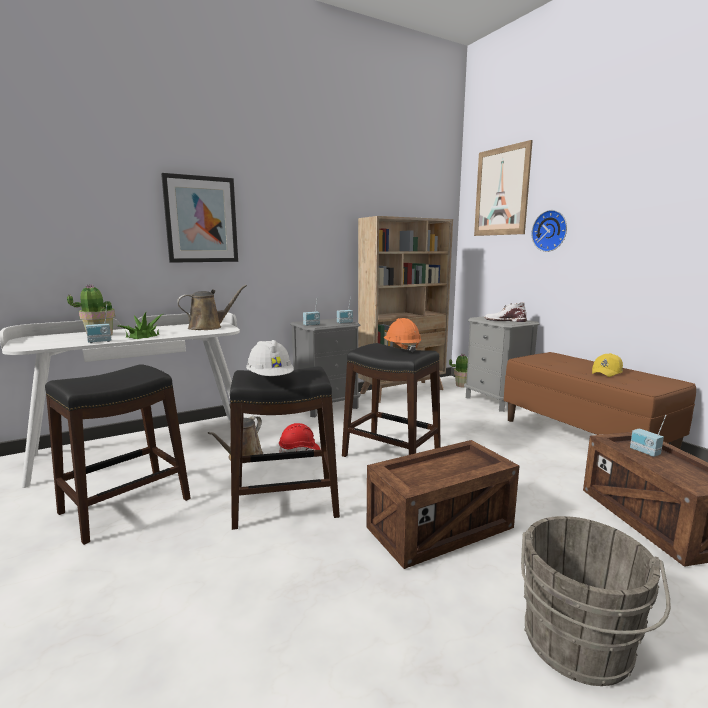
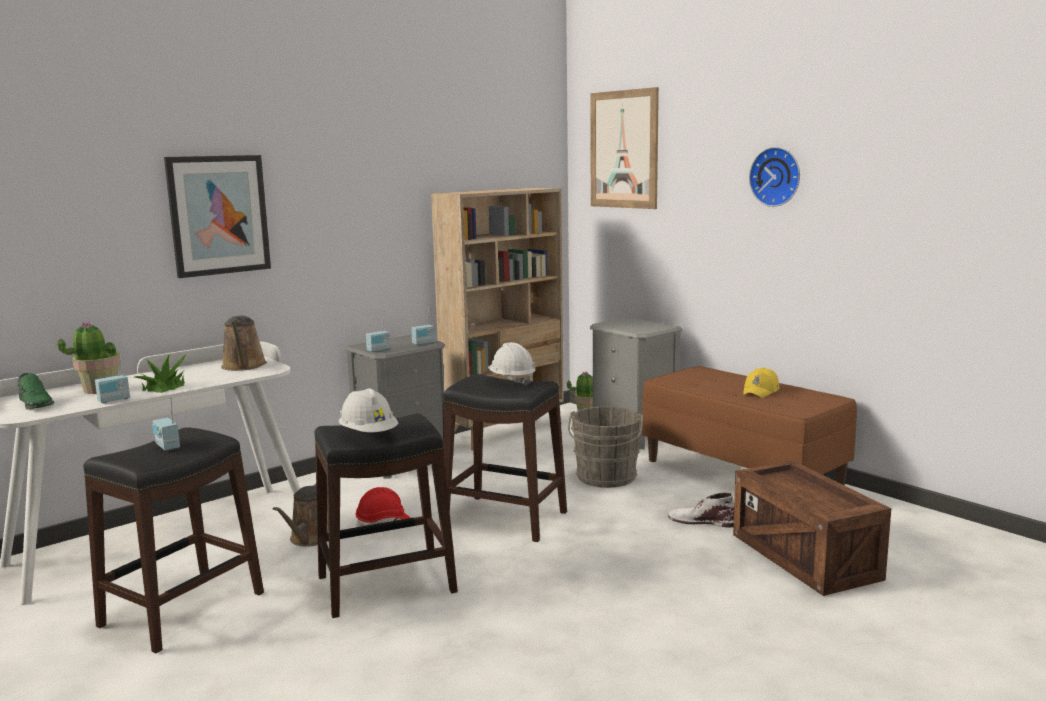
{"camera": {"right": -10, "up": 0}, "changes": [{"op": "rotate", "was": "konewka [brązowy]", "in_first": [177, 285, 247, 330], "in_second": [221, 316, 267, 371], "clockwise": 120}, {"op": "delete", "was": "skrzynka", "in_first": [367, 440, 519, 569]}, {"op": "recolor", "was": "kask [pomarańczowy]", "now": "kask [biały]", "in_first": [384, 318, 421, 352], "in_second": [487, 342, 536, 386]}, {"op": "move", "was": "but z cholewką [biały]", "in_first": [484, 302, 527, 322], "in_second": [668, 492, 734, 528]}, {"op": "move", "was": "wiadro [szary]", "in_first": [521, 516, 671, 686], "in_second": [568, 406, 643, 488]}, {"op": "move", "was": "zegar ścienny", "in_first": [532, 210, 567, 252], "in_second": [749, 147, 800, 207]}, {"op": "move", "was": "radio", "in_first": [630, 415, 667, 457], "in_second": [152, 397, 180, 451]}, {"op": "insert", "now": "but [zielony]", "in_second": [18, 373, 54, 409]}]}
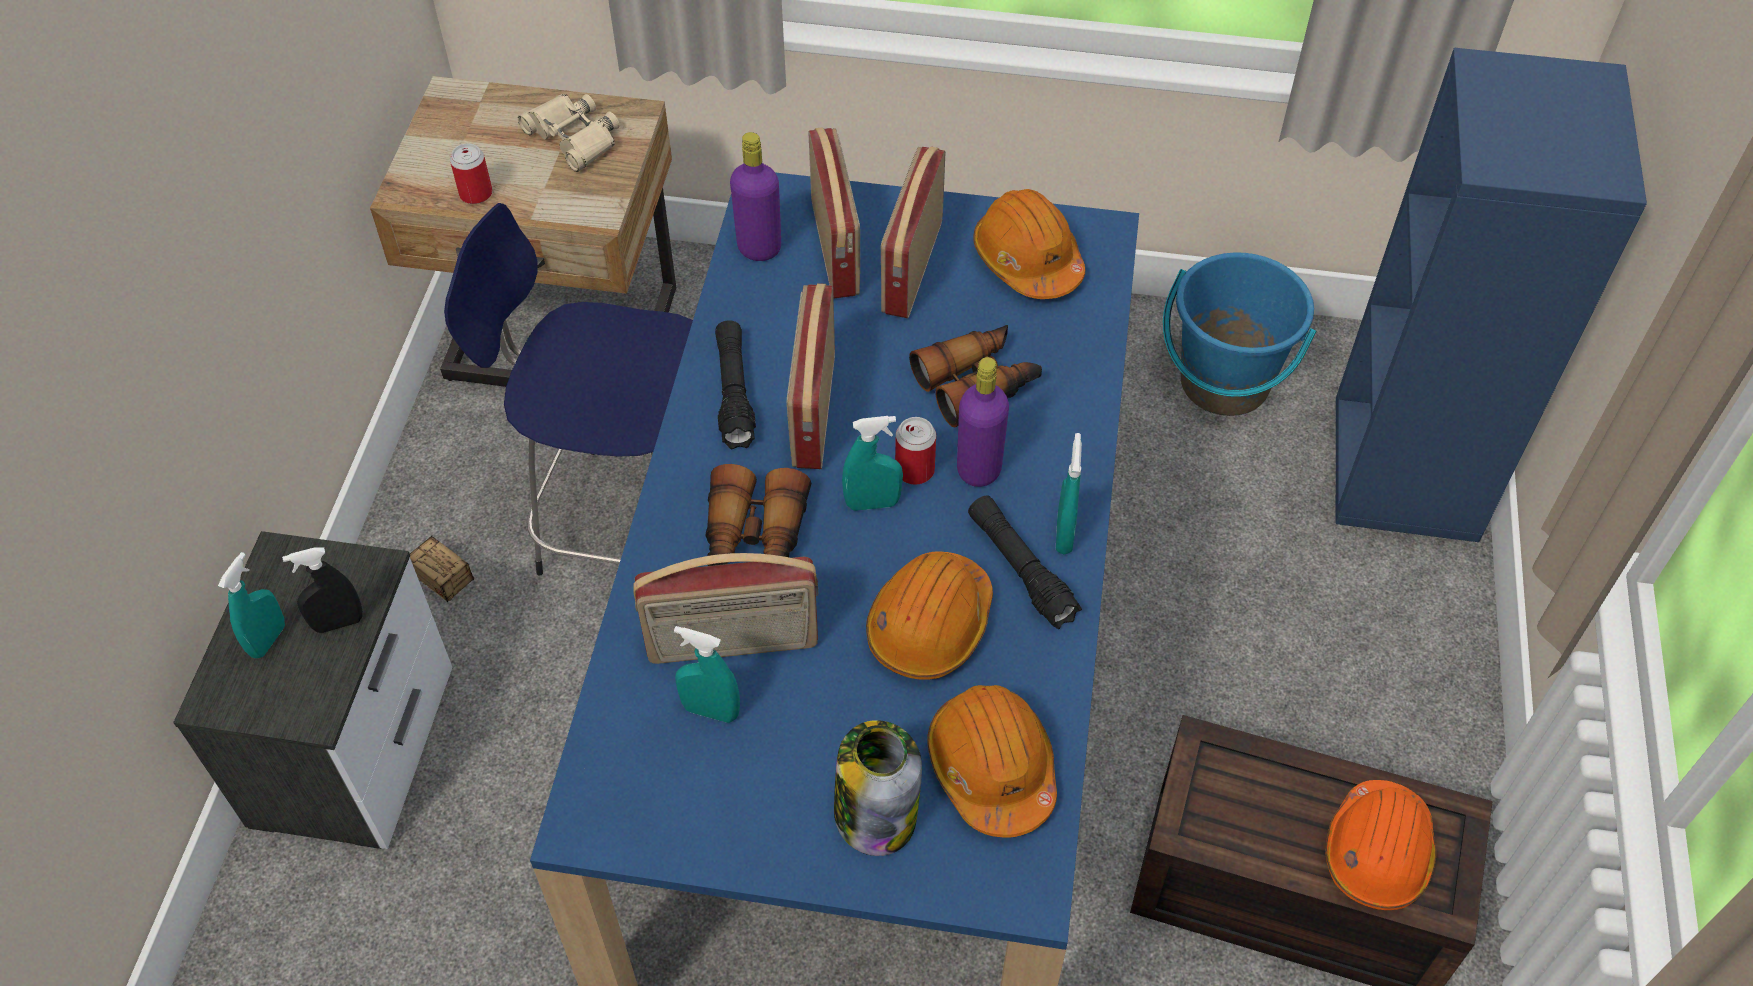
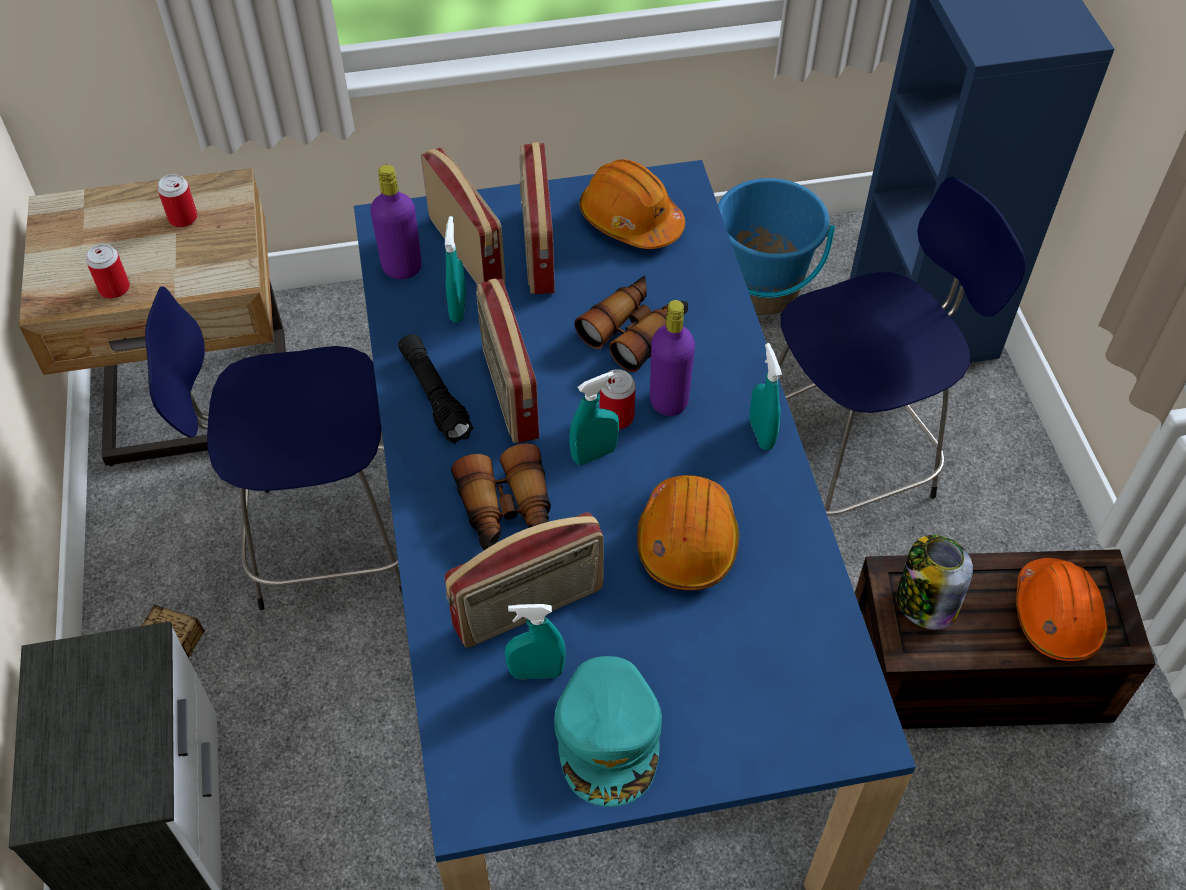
{"camera": {"right": -20, "up": 0}, "changes": [{"op": "move", "was": "spryskiwacz [turkusowy]", "in_first": [218, 552, 285, 658], "in_second": [445, 216, 466, 323]}, {"op": "delete", "was": "spryskiwacz [czarny]", "in_first": [282, 547, 363, 633]}, {"op": "replace", "was": "lornetka [beżowy]", "now": "puszka", "in_first": [518, 94, 620, 172], "in_second": [157, 174, 198, 227]}, {"op": "move", "was": "słoik", "in_first": [834, 720, 922, 856], "in_second": [896, 535, 973, 630]}, {"op": "delete", "was": "kask [pomarańczowy]", "in_first": [927, 685, 1057, 838]}, {"op": "delete", "was": "latarka [czarny]", "in_first": [968, 495, 1082, 629]}, {"op": "insert", "now": "czapka z daszkiem [turkusowy]", "in_second": [554, 656, 662, 807]}, {"op": "insert", "now": "stołek [niebieski]", "in_second": [778, 177, 1026, 516]}]}
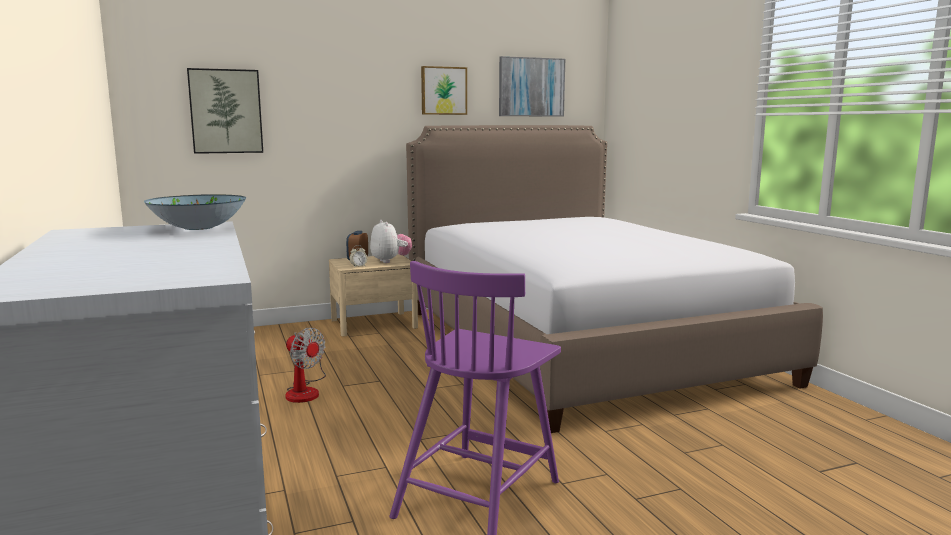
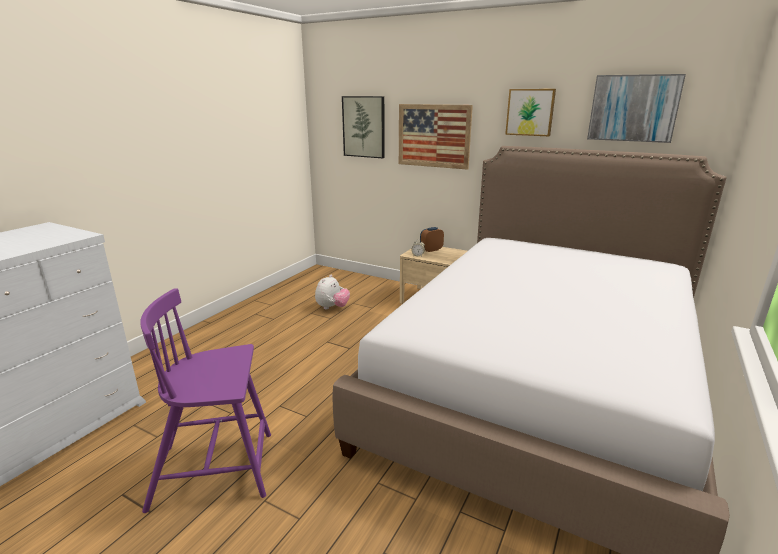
{"camera": {"right": 50, "up": 10}, "changes": [{"op": "delete", "was": "miska", "in_first": [144, 194, 246, 230]}, {"op": "delete", "was": "wentylator", "in_first": [285, 328, 326, 403]}, {"op": "move", "was": "pluszak", "in_first": [370, 220, 412, 263], "in_second": [315, 275, 350, 310]}, {"op": "insert", "now": "obraz", "in_second": [399, 104, 473, 170]}]}
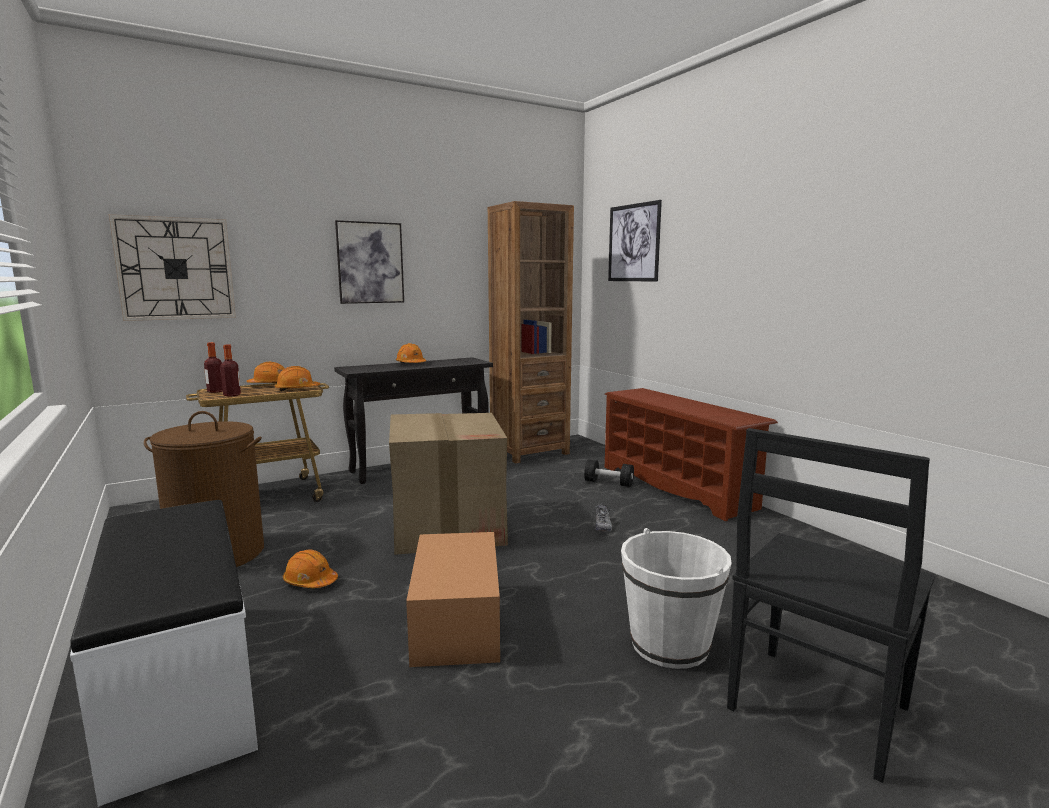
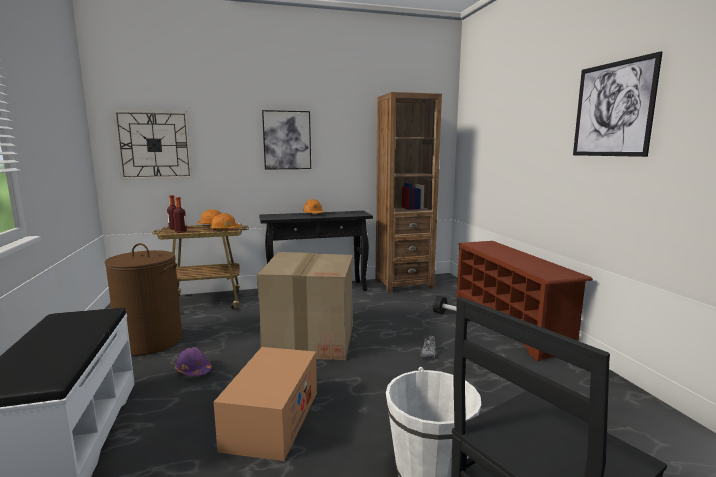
{"camera": {"right": 15, "up": 0}, "changes": [{"op": "recolor", "was": "kask [pomarańczowy]", "now": "kask [fioletowy]", "in_first": [283, 549, 338, 588], "in_second": [175, 347, 212, 377]}, {"op": "move", "was": "obraz", "in_first": [608, 200, 662, 282], "in_second": [573, 51, 662, 157]}]}
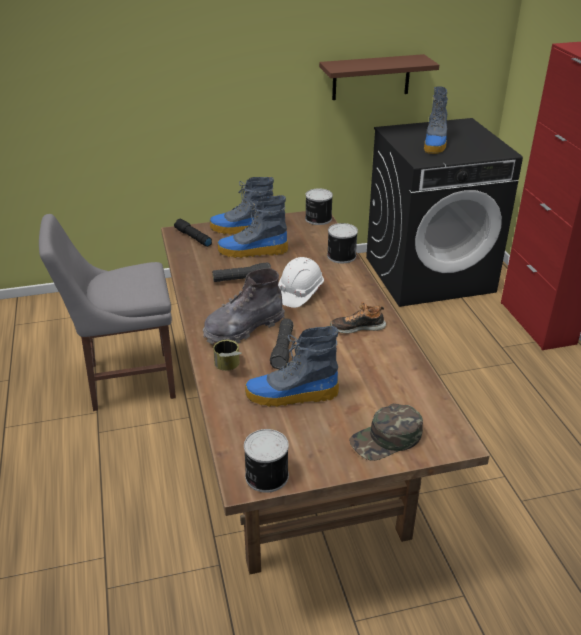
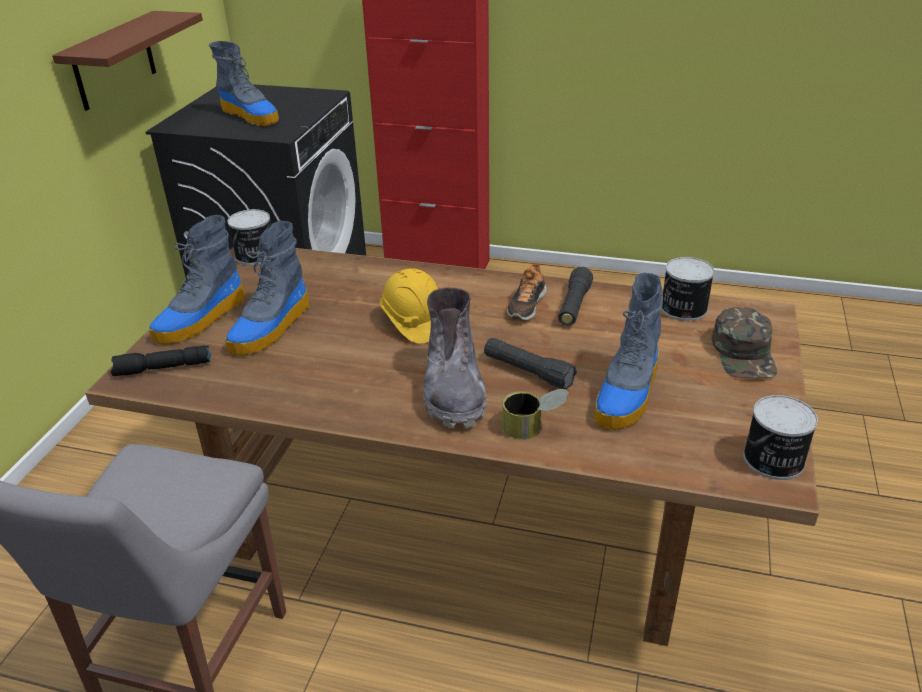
{"camera": {"right": -60, "up": 0}, "changes": [{"op": "move", "was": "latarka [czarny]", "in_first": [213, 263, 271, 282], "in_second": [558, 267, 593, 326]}, {"op": "recolor", "was": "kask [biały]", "now": "kask [żółty]", "in_first": [278, 257, 324, 308], "in_second": [380, 268, 438, 344]}, {"op": "move", "was": "puszka", "in_first": [327, 223, 358, 263], "in_second": [661, 257, 715, 321]}]}
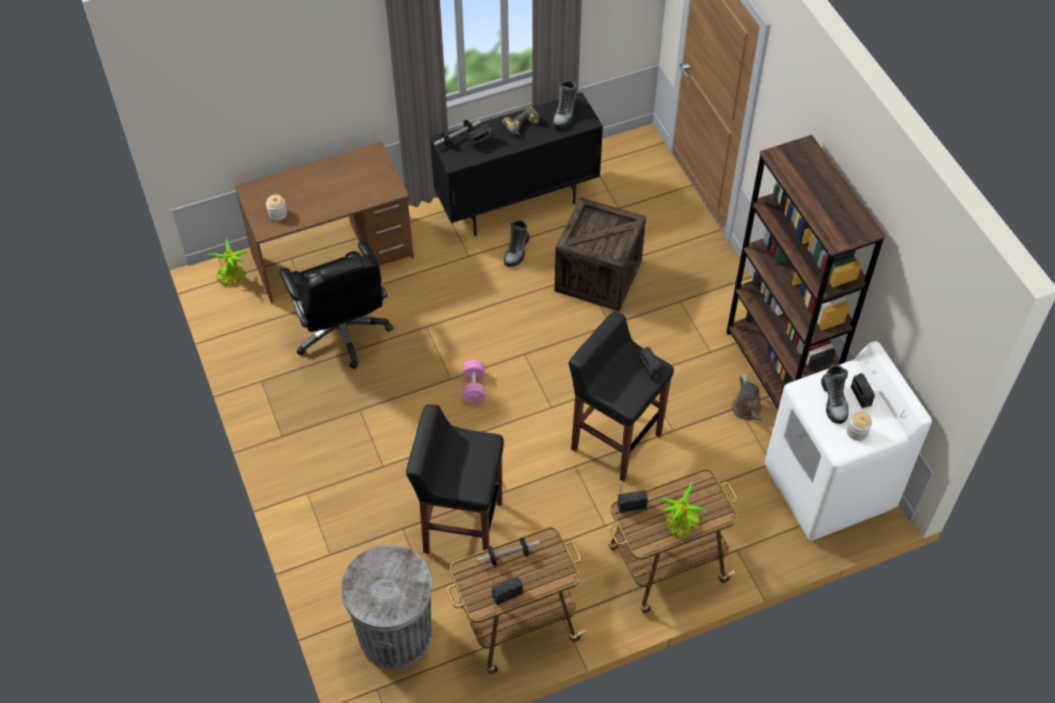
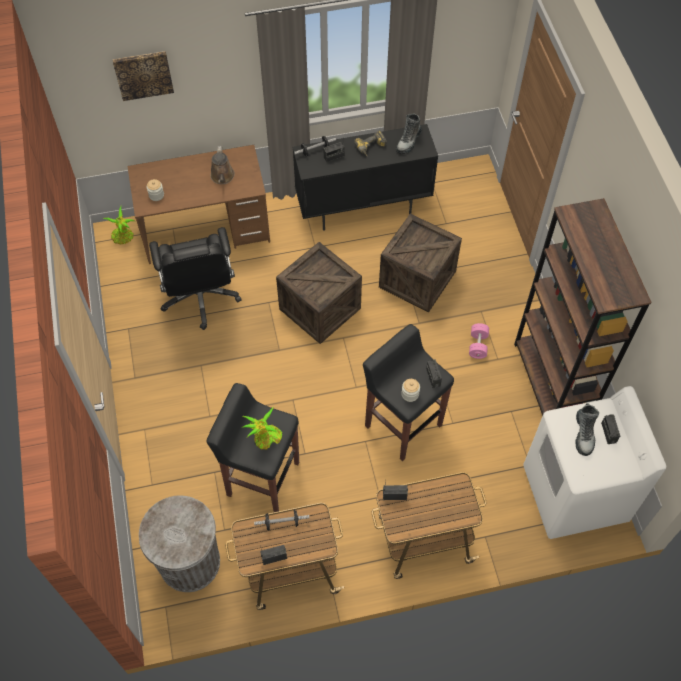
{"camera": {"right": 10, "up": 5}, "changes": [{"op": "move", "was": "hantel [różowy]", "in_first": [463, 360, 485, 403], "in_second": [469, 323, 489, 359]}, {"op": "delete", "was": "but z cholewką", "in_first": [504, 220, 530, 267]}, {"op": "move", "was": "roślina doniczkowa", "in_first": [659, 482, 706, 537], "in_second": [241, 407, 282, 450]}, {"op": "move", "was": "konewka [brązowy]", "in_first": [732, 375, 766, 423], "in_second": [210, 146, 235, 184]}, {"op": "move", "was": "słoik", "in_first": [847, 411, 872, 441], "in_second": [401, 379, 420, 402]}, {"op": "insert", "now": "obraz", "in_second": [112, 51, 174, 101]}, {"op": "insert", "now": "skrzynka", "in_second": [276, 242, 362, 344]}]}
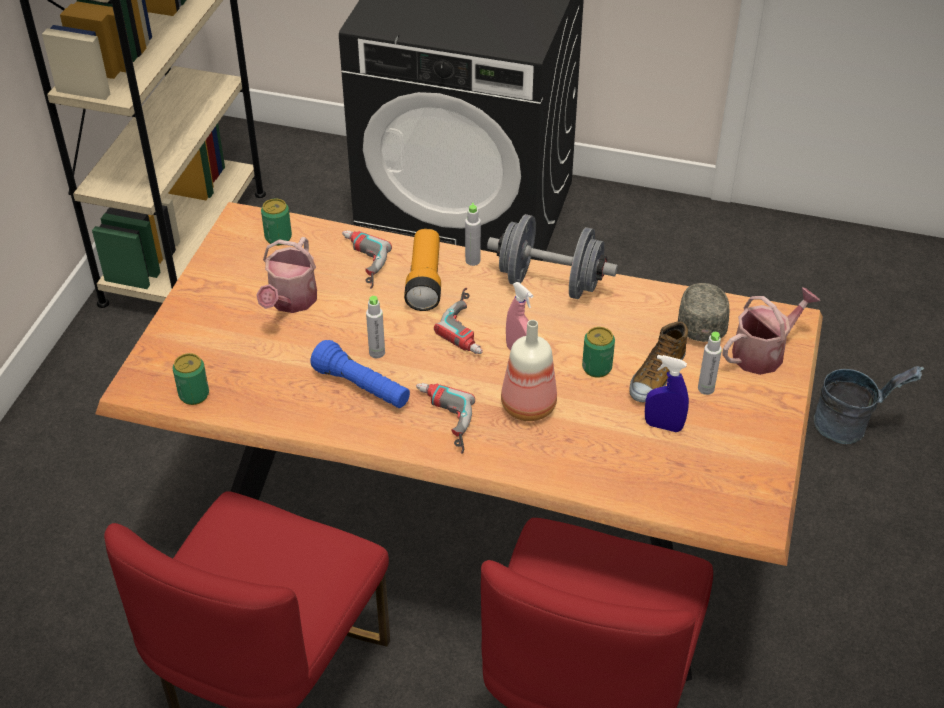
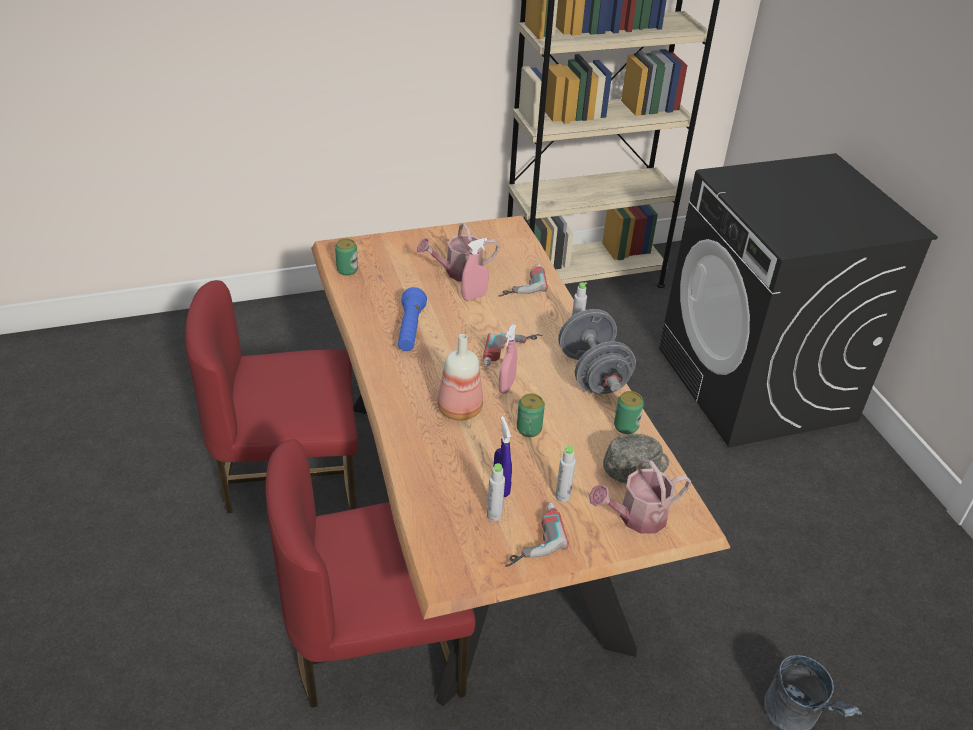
{"camera": {"right": 55, "up": -5}, "changes": [{"op": "move", "was": "puszka", "in_first": [261, 199, 292, 246], "in_second": [614, 391, 644, 434]}, {"op": "move", "was": "butelka [szary]", "in_first": [366, 296, 385, 358], "in_second": [487, 463, 505, 521]}, {"op": "delete", "was": "latarka", "in_first": [404, 229, 441, 311]}, {"op": "move", "was": "wiertarka", "in_first": [416, 383, 475, 454], "in_second": [505, 502, 569, 567]}, {"op": "delete", "was": "but", "in_first": [629, 321, 688, 402]}, {"op": "rotate", "was": "konewka", "in_first": [722, 288, 820, 375], "in_second": [589, 459, 691, 534], "clockwise": 135}, {"op": "insert", "now": "spryskiwacz [różowy]", "in_second": [461, 238, 489, 301]}]}
